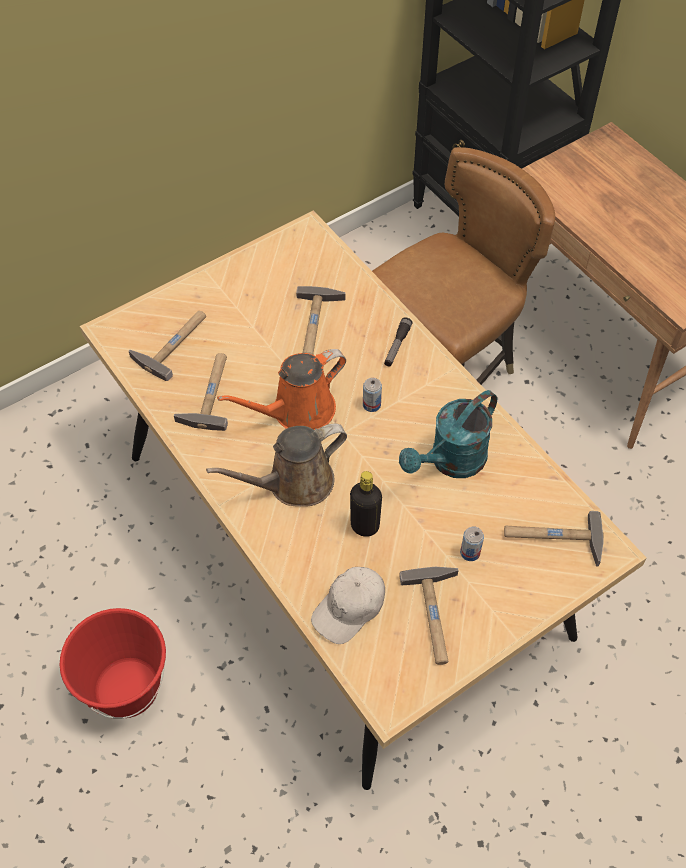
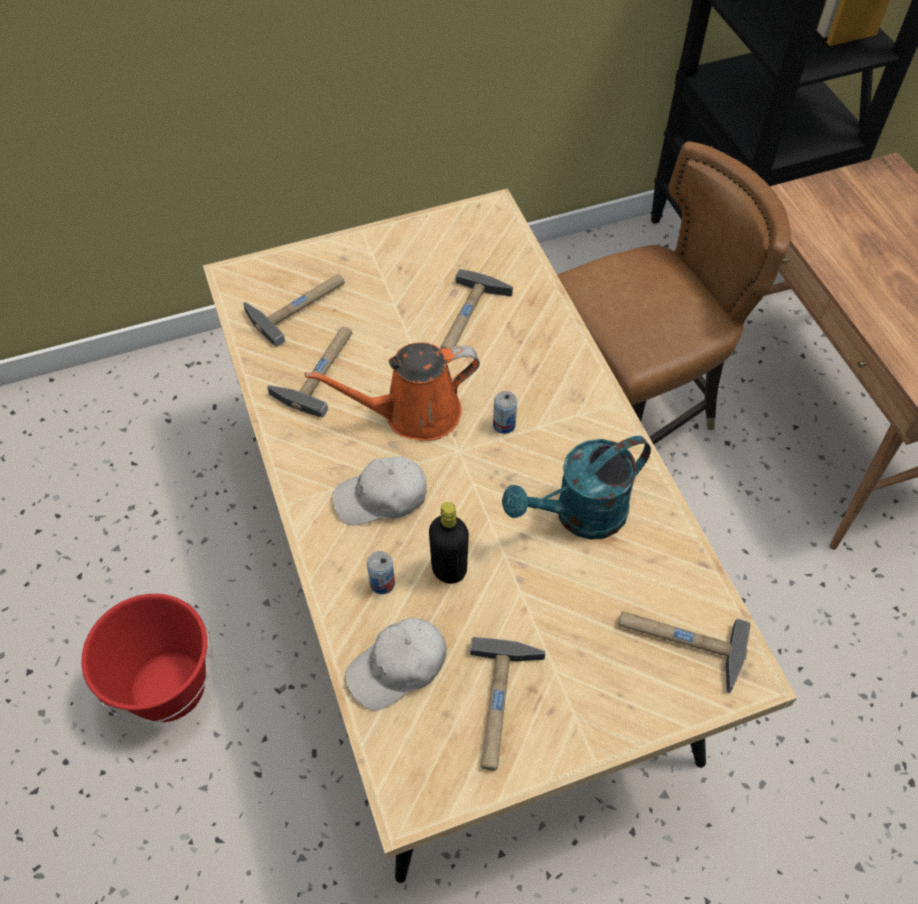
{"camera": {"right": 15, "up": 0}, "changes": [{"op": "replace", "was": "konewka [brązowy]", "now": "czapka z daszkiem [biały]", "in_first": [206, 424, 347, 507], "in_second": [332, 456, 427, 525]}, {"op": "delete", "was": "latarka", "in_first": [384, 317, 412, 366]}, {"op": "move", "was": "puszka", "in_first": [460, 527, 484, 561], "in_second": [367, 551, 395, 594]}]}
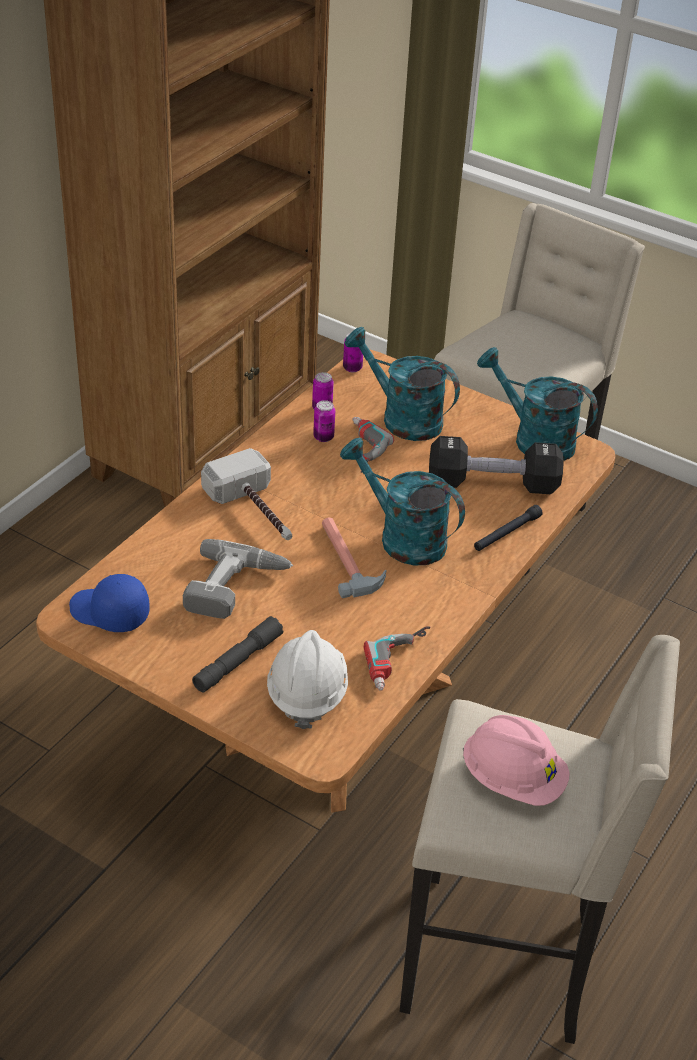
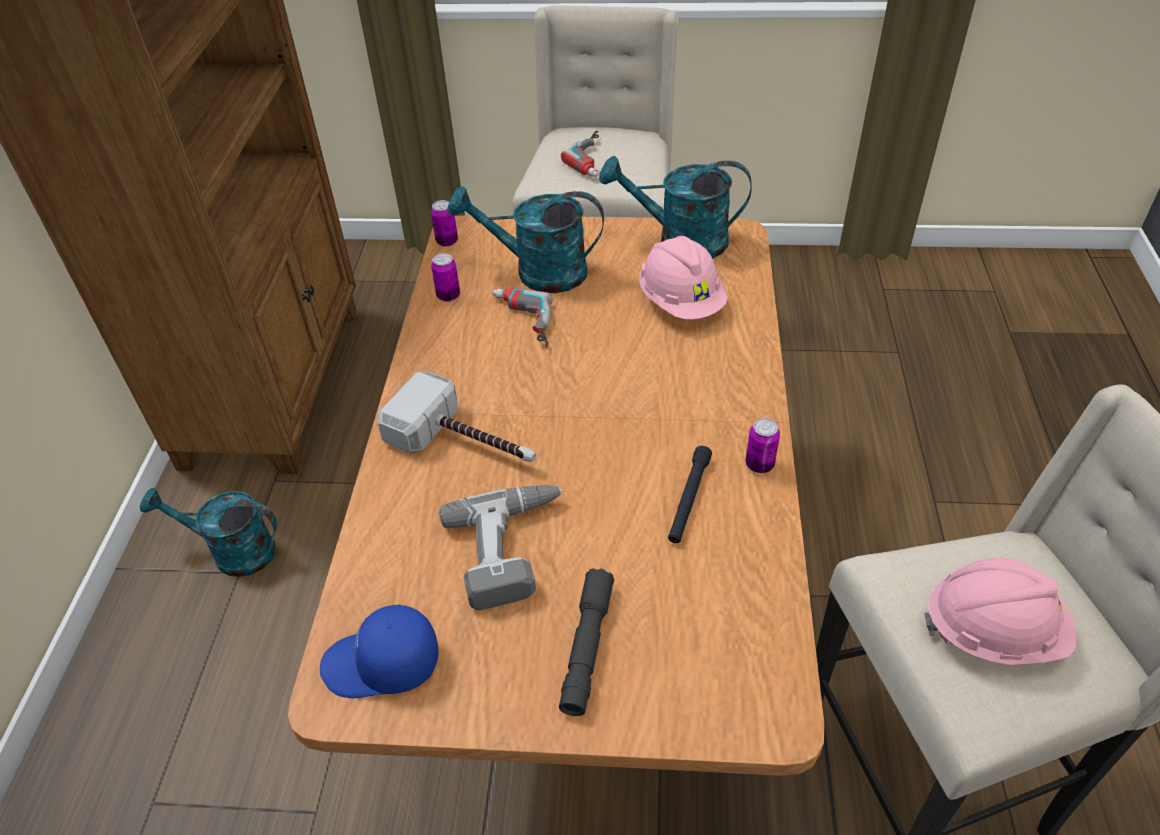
{"camera": {"right": -25, "up": 5}, "changes": [{"op": "delete", "was": "kask [biały]", "in_first": [267, 630, 348, 729]}, {"op": "move", "was": "puszka", "in_first": [313, 400, 335, 442], "in_second": [746, 418, 780, 473]}, {"op": "delete", "was": "młotek", "in_first": [322, 517, 386, 598]}, {"op": "move", "was": "konewka [turkusowy]", "in_first": [340, 438, 465, 566], "in_second": [140, 488, 277, 577]}, {"op": "move", "was": "wiertarka", "in_first": [364, 626, 431, 691], "in_second": [561, 131, 599, 177]}, {"op": "replace", "was": "hantel [czarny]", "now": "kask [różowy]", "in_first": [429, 436, 564, 494], "in_second": [639, 236, 728, 320]}, {"op": "move", "was": "latarka [czarny]", "in_first": [474, 505, 543, 551], "in_second": [668, 446, 712, 543]}]}
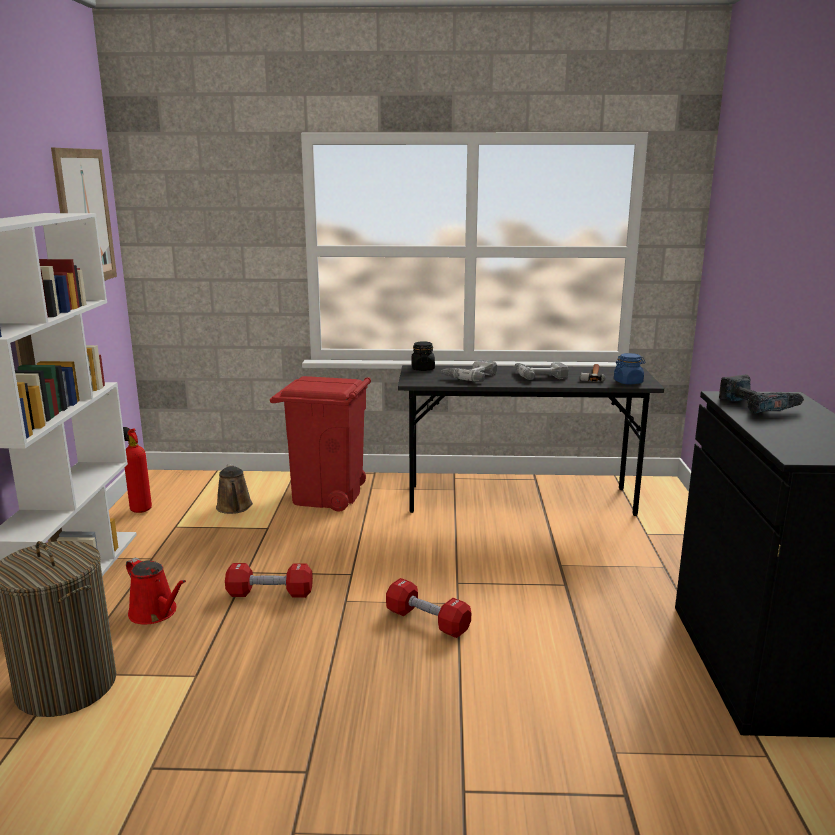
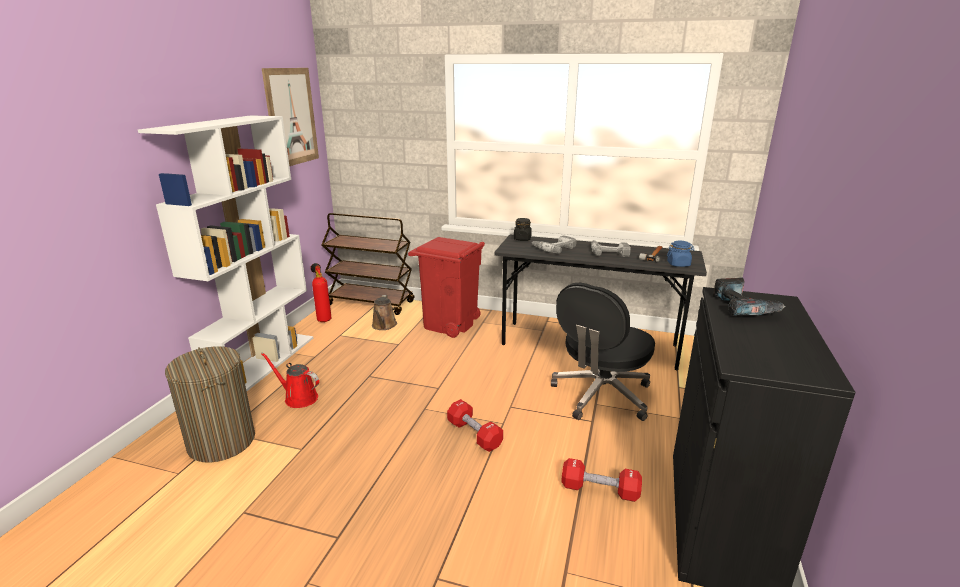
{"camera": {"right": 15, "up": 5}, "changes": [{"op": "rotate", "was": "konewka [czerwony]", "in_first": [126, 558, 186, 625], "in_second": [261, 352, 319, 408], "clockwise": 150}, {"op": "move", "was": "hantel [czerwony]", "in_first": [225, 563, 313, 598], "in_second": [561, 458, 642, 502]}, {"op": "insert", "now": "wózek [brązowy]", "in_second": [322, 213, 414, 315]}, {"op": "insert", "now": "krzesło biurowe [czarny]", "in_second": [551, 283, 655, 421]}]}
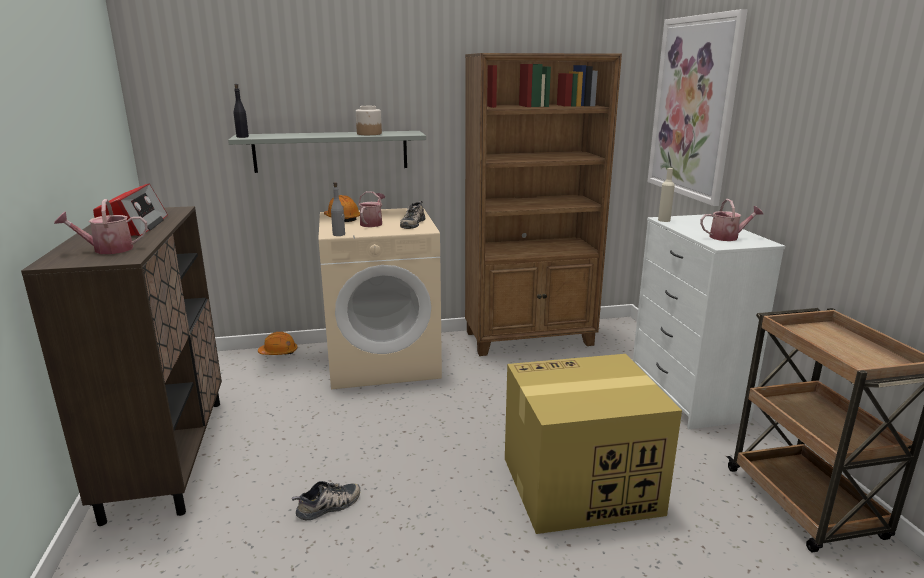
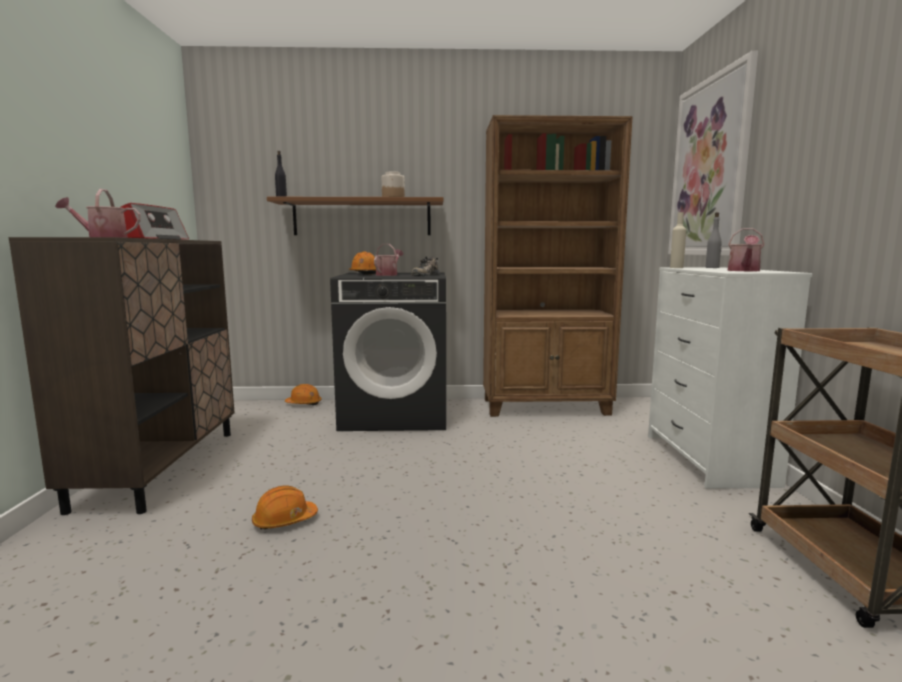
{"camera": {"right": 10, "up": -10}, "changes": [{"op": "recolor", "was": "półka [szary]", "now": "półka [brązowy]", "in_first": [228, 131, 426, 173], "in_second": [267, 197, 443, 235]}, {"op": "replace", "was": "but", "now": "kask [pomarańczowy]", "in_first": [292, 481, 360, 520], "in_second": [252, 486, 318, 530]}, {"op": "recolor", "was": "pralka [beżowy]", "now": "pralka [czarny]", "in_first": [318, 208, 442, 389], "in_second": [330, 273, 446, 431]}, {"op": "move", "was": "butelka [szary]", "in_first": [331, 182, 345, 236], "in_second": [706, 212, 722, 268]}, {"op": "delete", "was": "karton", "in_first": [505, 354, 682, 534]}, {"op": "rotate", "was": "konewka", "in_first": [700, 199, 763, 241], "in_second": [727, 228, 765, 271], "clockwise": 105}]}
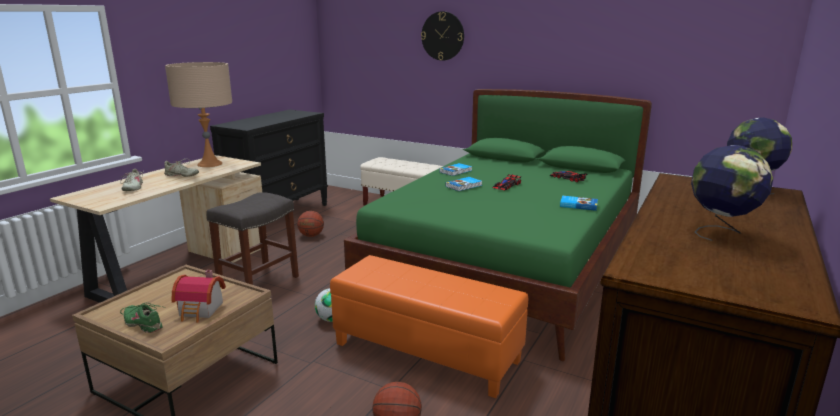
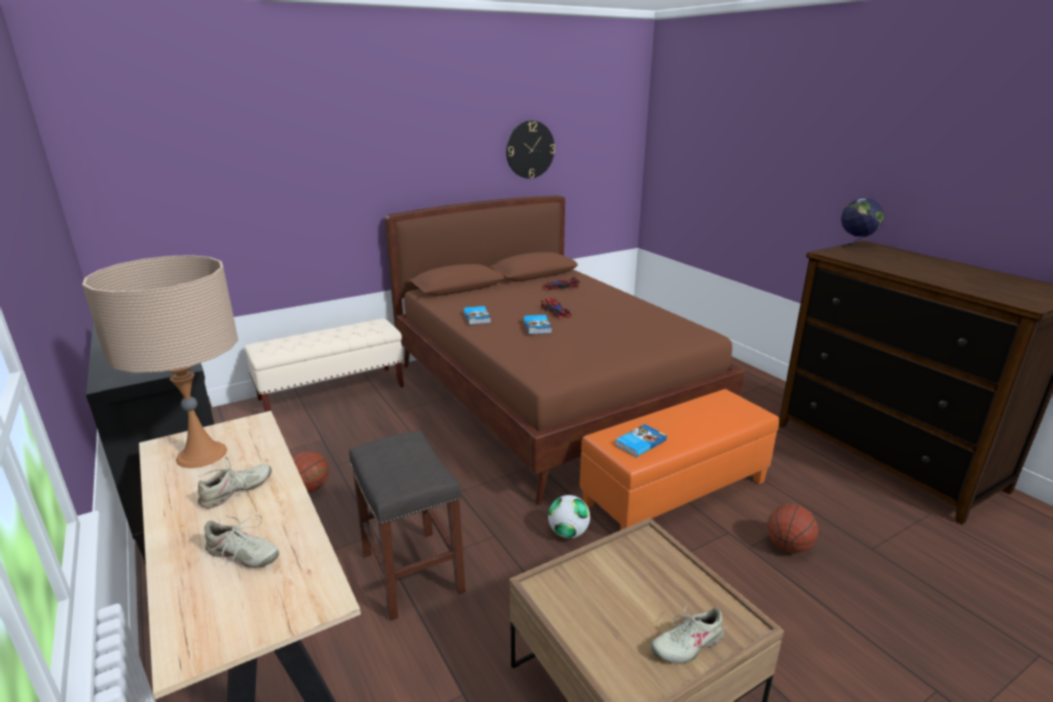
{"camera": {"right": -60, "up": 5}, "changes": [{"op": "recolor", "was": "but [zielony]", "now": "but [beżowy]", "in_first": [120, 303, 166, 333], "in_second": [650, 604, 726, 664]}, {"op": "delete", "was": "domek", "in_first": [171, 270, 226, 322]}, {"op": "recolor", "was": "łóżko [zielony]", "now": "łóżko [brązowy]", "in_first": [344, 89, 652, 361], "in_second": [385, 195, 745, 505]}, {"op": "move", "was": "zegar ścienny", "in_first": [421, 11, 464, 61], "in_second": [506, 121, 555, 179]}, {"op": "move", "was": "książka", "in_first": [560, 196, 598, 211], "in_second": [615, 424, 667, 457]}, {"op": "delete", "was": "globus", "in_first": [691, 145, 773, 241]}]}
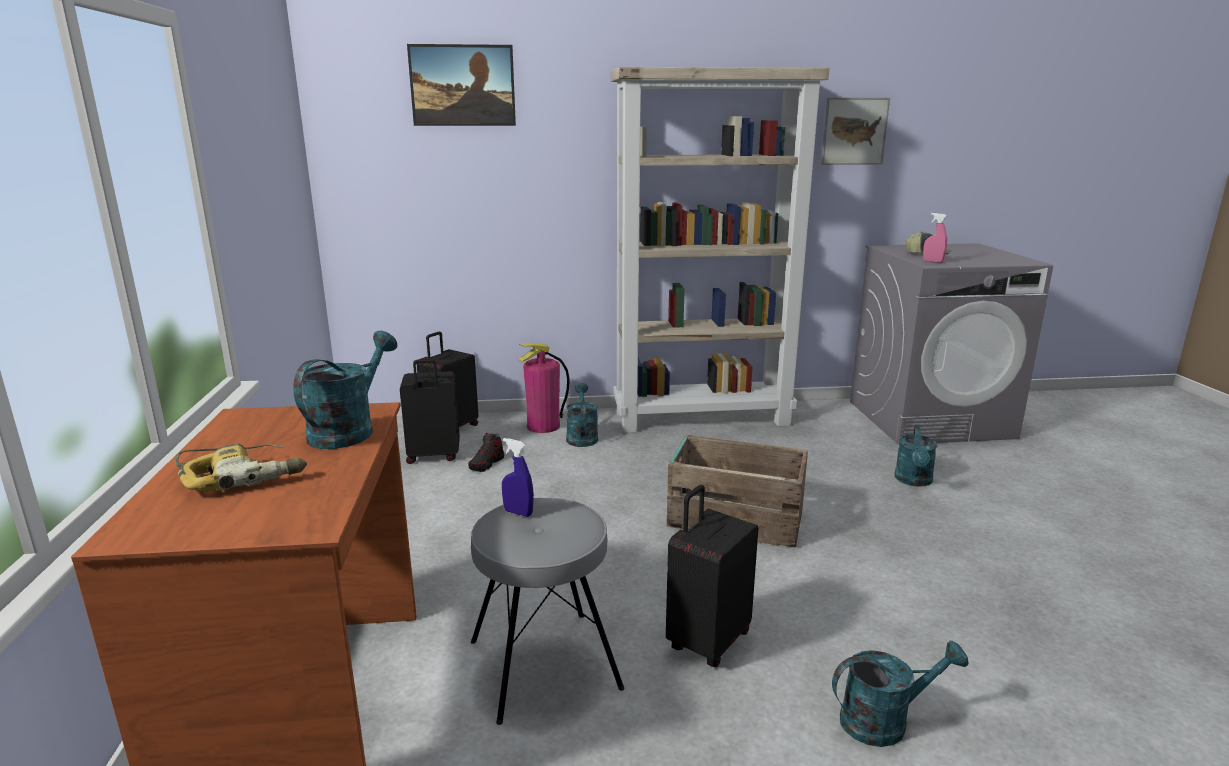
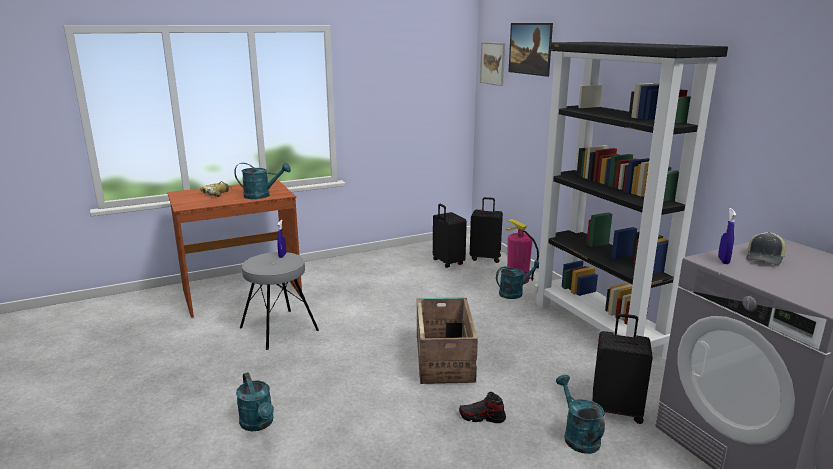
{"camera": {"right": 70, "up": 0}, "changes": [{"op": "move", "was": "but", "in_first": [468, 433, 504, 472], "in_second": [459, 392, 506, 423]}, {"op": "recolor", "was": "regał [beżowy]", "now": "regał [czarny]", "in_first": [611, 67, 829, 433], "in_second": [534, 42, 728, 357]}, {"op": "move", "was": "walizka [czarny]", "in_first": [666, 485, 758, 667], "in_second": [593, 313, 653, 424]}, {"op": "move", "was": "obraz", "in_first": [821, 97, 890, 165], "in_second": [480, 42, 505, 86]}, {"op": "rotate", "was": "konewka [turkusowy]", "in_first": [895, 424, 937, 487], "in_second": [556, 375, 605, 454], "clockwise": 75}, {"op": "recolor", "was": "spryskiwacz [różowy]", "now": "spryskiwacz [niebieski]", "in_first": [923, 213, 947, 263], "in_second": [718, 208, 736, 264]}]}
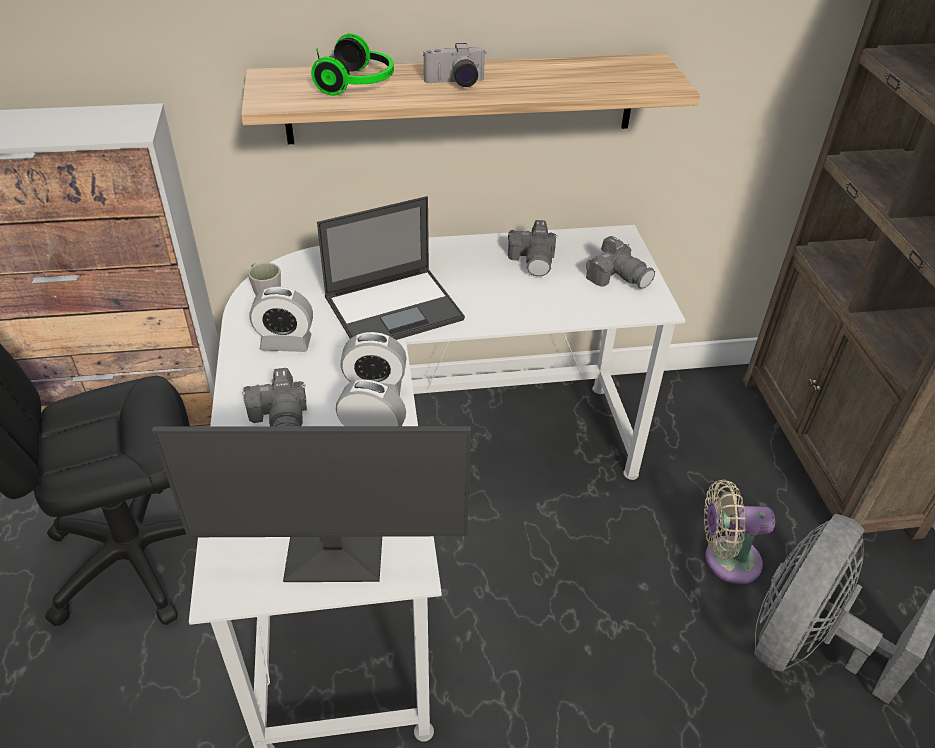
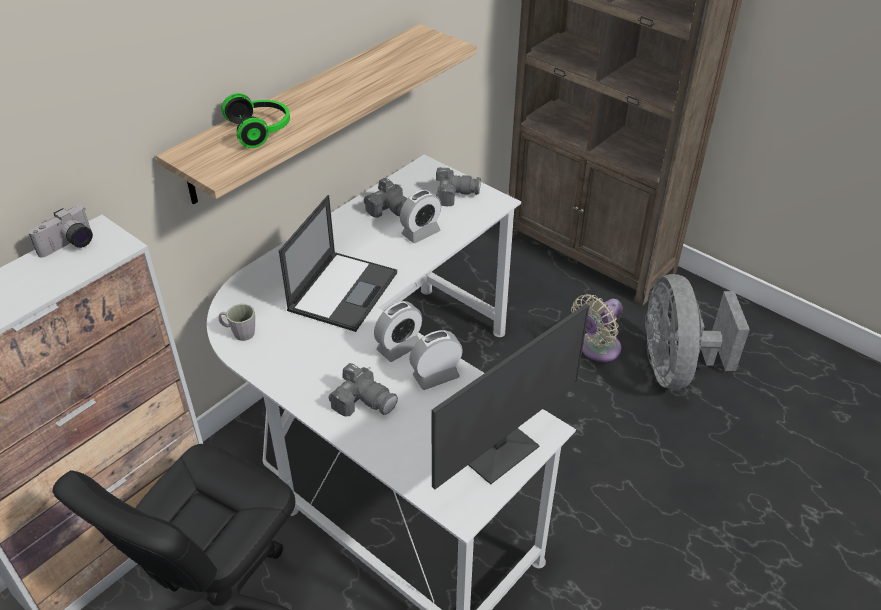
{"camera": {"right": -40, "up": 0}, "changes": [{"op": "move", "was": "budzik", "in_first": [249, 287, 313, 352], "in_second": [400, 190, 441, 243]}, {"op": "move", "was": "aparat fotograficzny", "in_first": [424, 43, 486, 87], "in_second": [29, 205, 93, 257]}]}
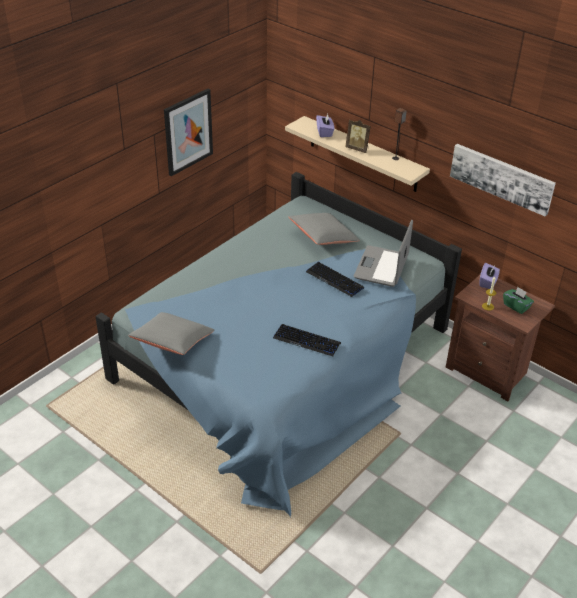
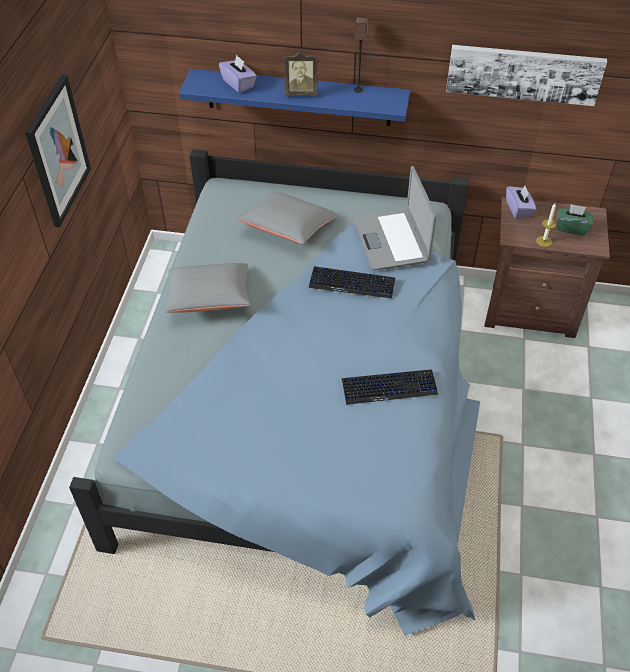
{"camera": {"right": -30, "up": 10}, "changes": [{"op": "move", "was": "poduszka [szary]", "in_first": [128, 312, 214, 355], "in_second": [165, 263, 251, 313]}, {"op": "recolor", "was": "półka [beżowy]", "now": "półka [niebieski]", "in_first": [285, 116, 430, 192], "in_second": [179, 69, 410, 126]}]}
